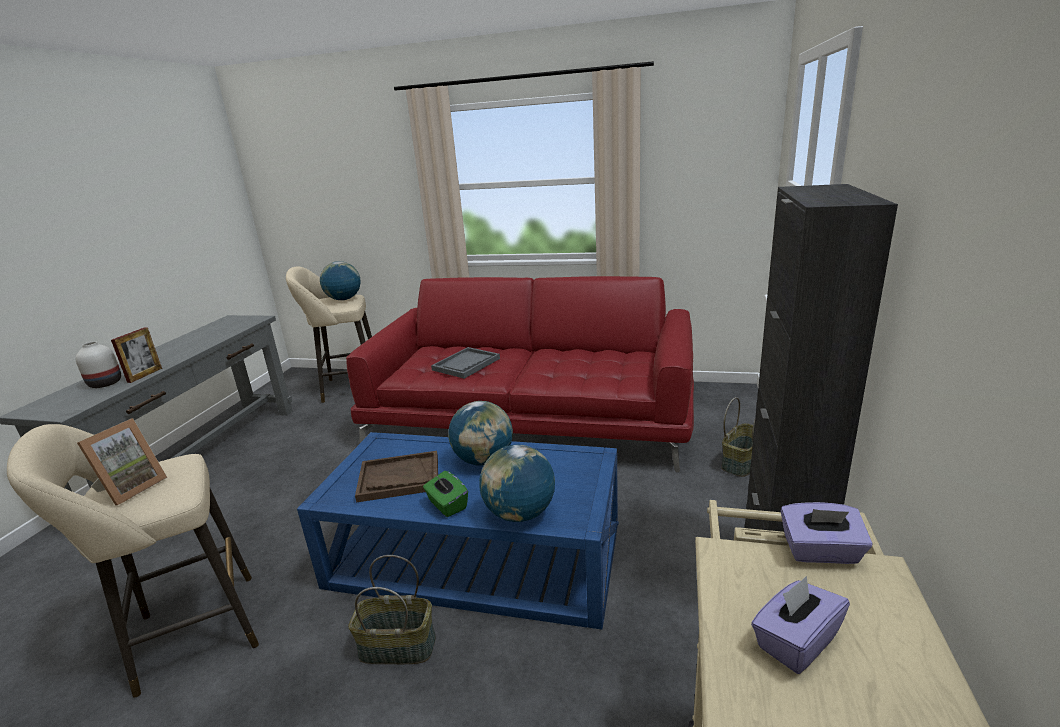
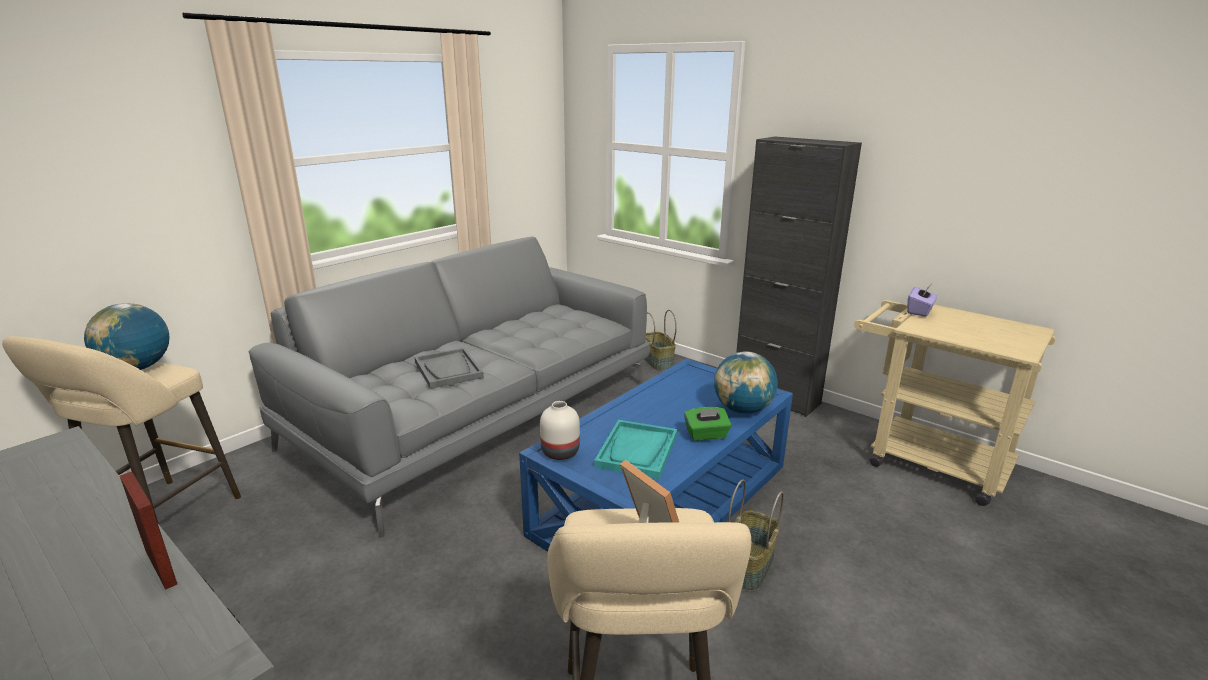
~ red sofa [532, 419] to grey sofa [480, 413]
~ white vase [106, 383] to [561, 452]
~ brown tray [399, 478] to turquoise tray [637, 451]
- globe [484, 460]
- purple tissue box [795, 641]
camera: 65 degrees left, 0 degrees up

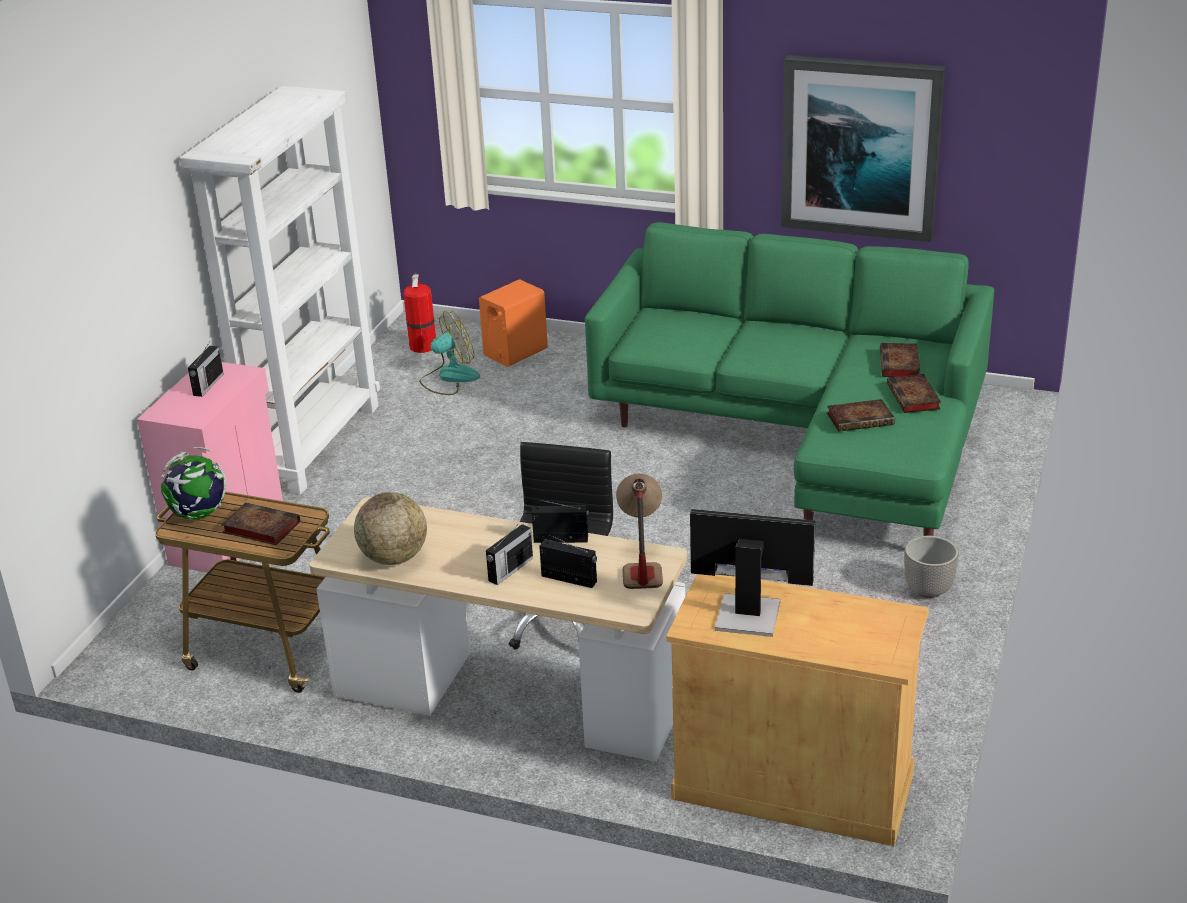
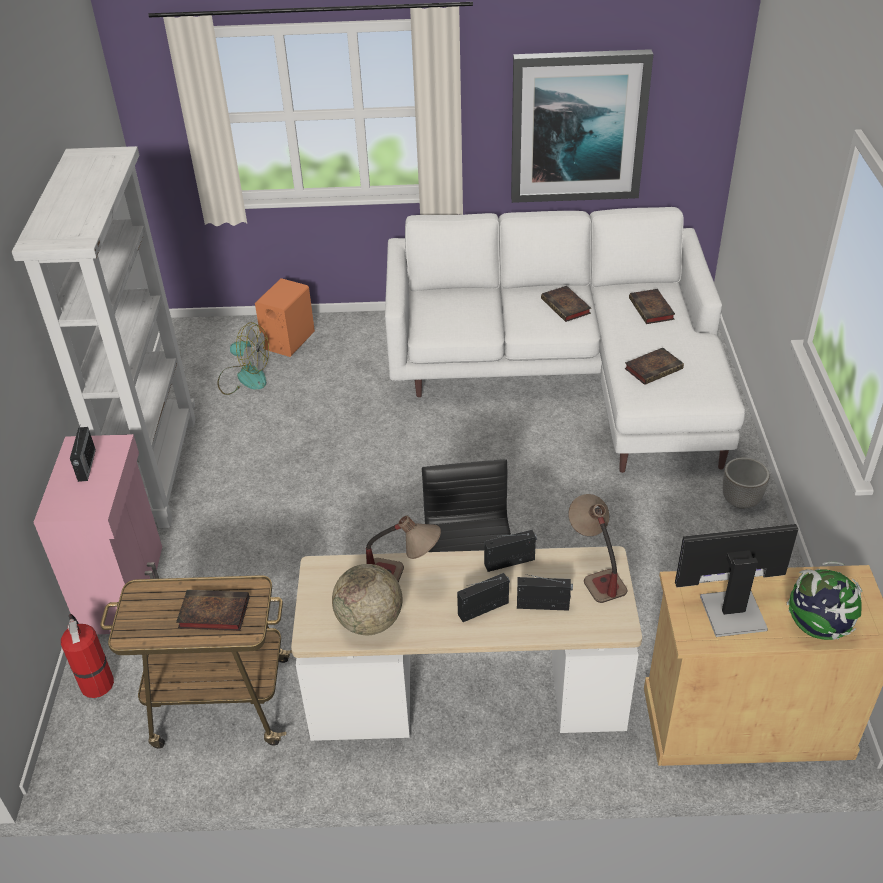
~ fire extinguisher [423, 345] to [96, 682]
~ fan [449, 378] = [244, 377] 60 degrees clockwise
+ table lamp [404, 578]
~ green sofa [806, 436] to white sofa [568, 375]
~ radio [510, 570] = [484, 608] 135 degrees counterclockwise
~ book [914, 398] to [566, 307]
~ globe [199, 514] to [818, 627]
camera: 20 degrees left, 10 degrees up

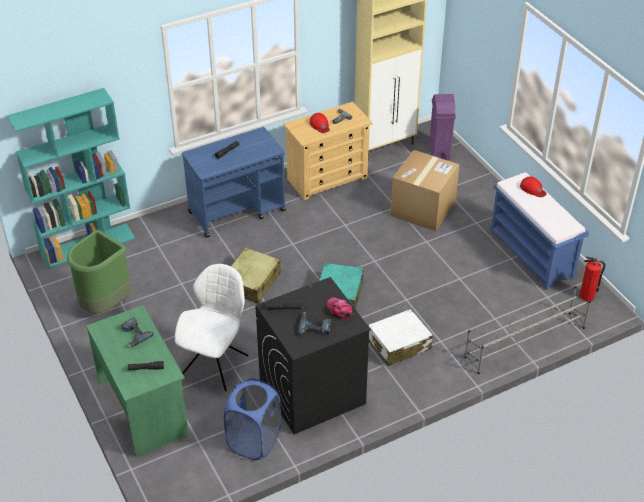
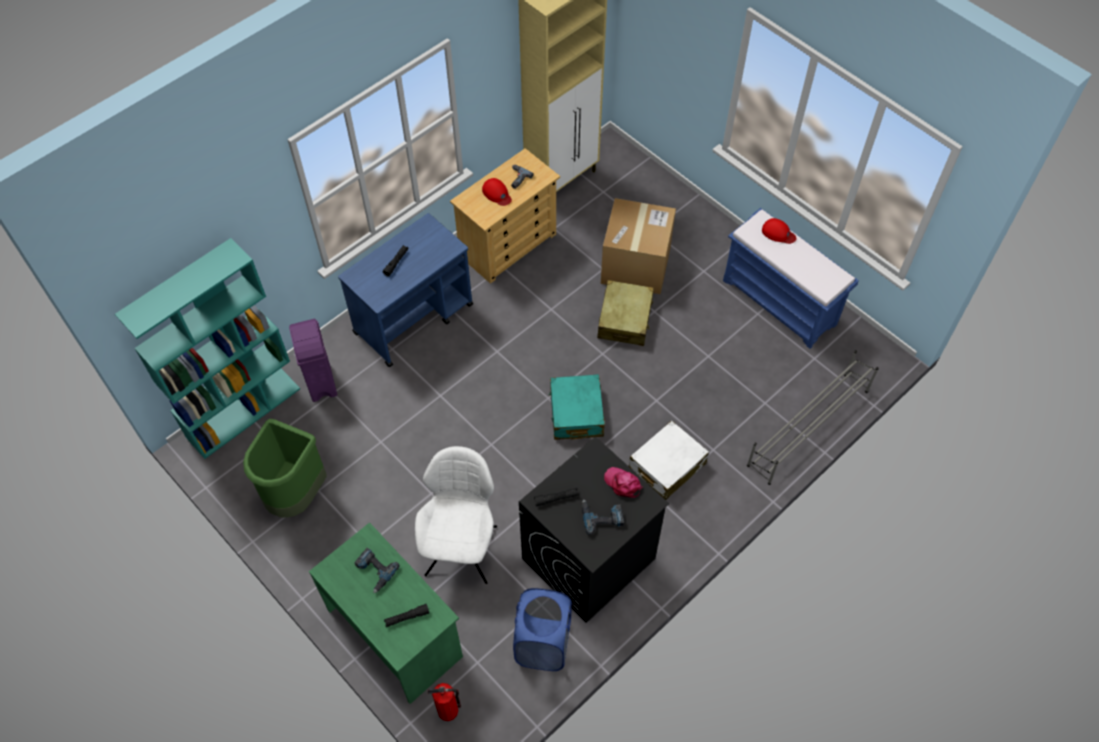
~ purple trash can [439, 151] to [321, 382]
~ fire extinguisher [587, 296] to [448, 710]
~ beige suitcase [252, 282] to [625, 319]
camera: 15 degrees left, 15 degrees up

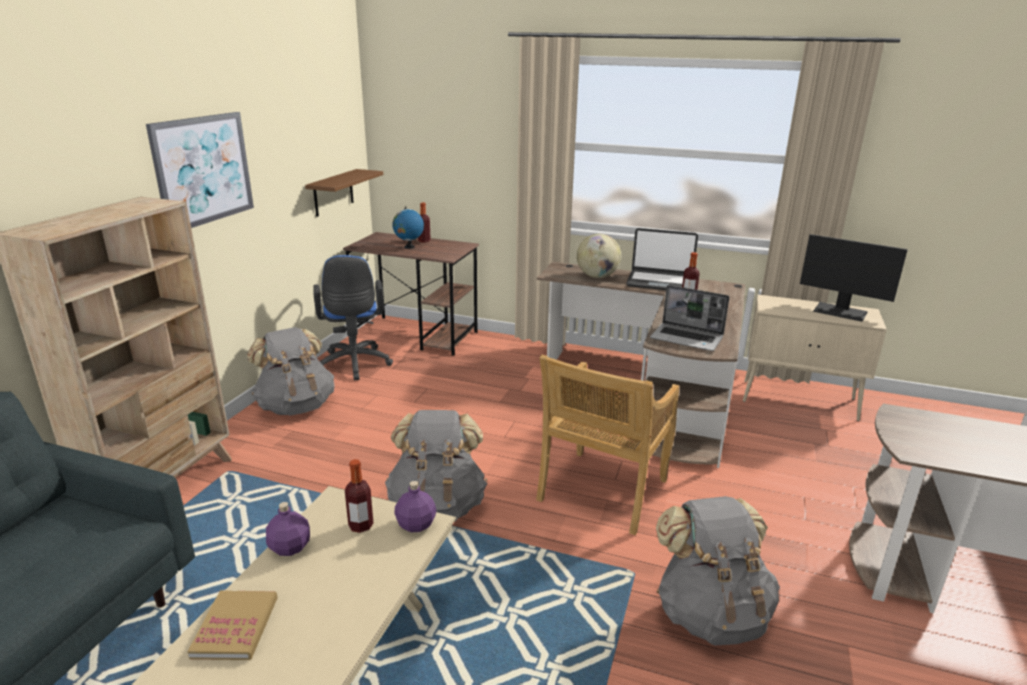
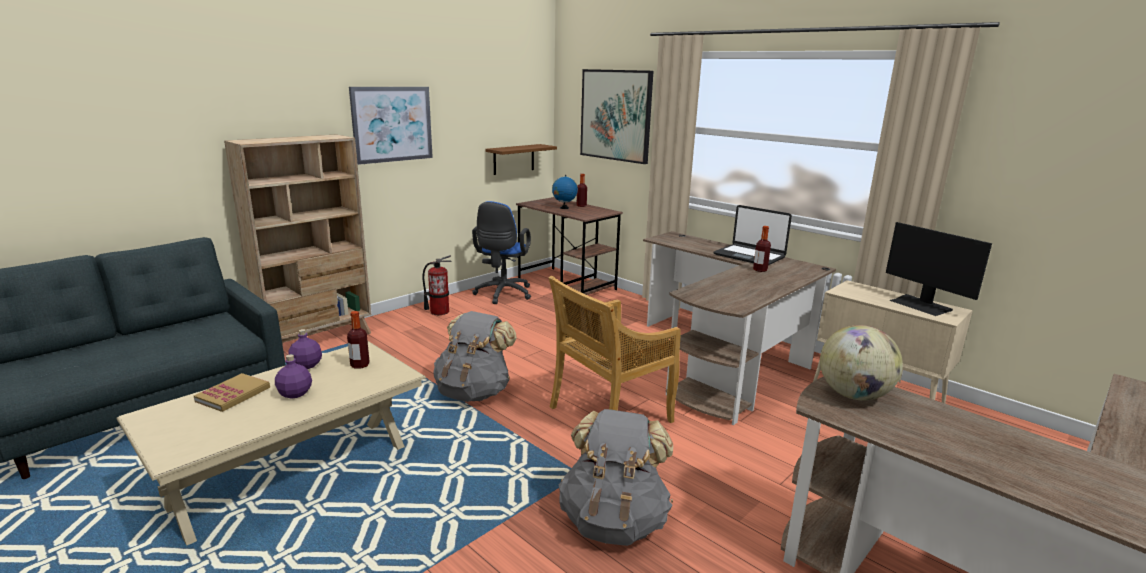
~ purple bottle [415, 525] to [294, 393]
~ grey backpack [296, 406] to fire extinguisher [439, 311]
+ picture [616, 115]
~ globe [597, 276] to [854, 395]
- laptop [687, 338]
camera: 25 degrees right, 5 degrees down

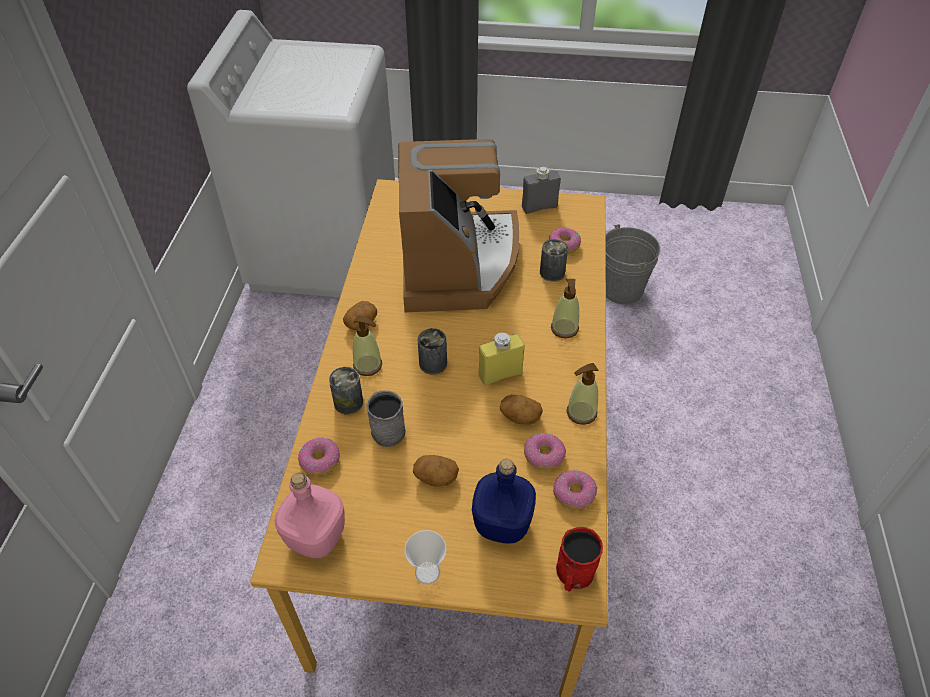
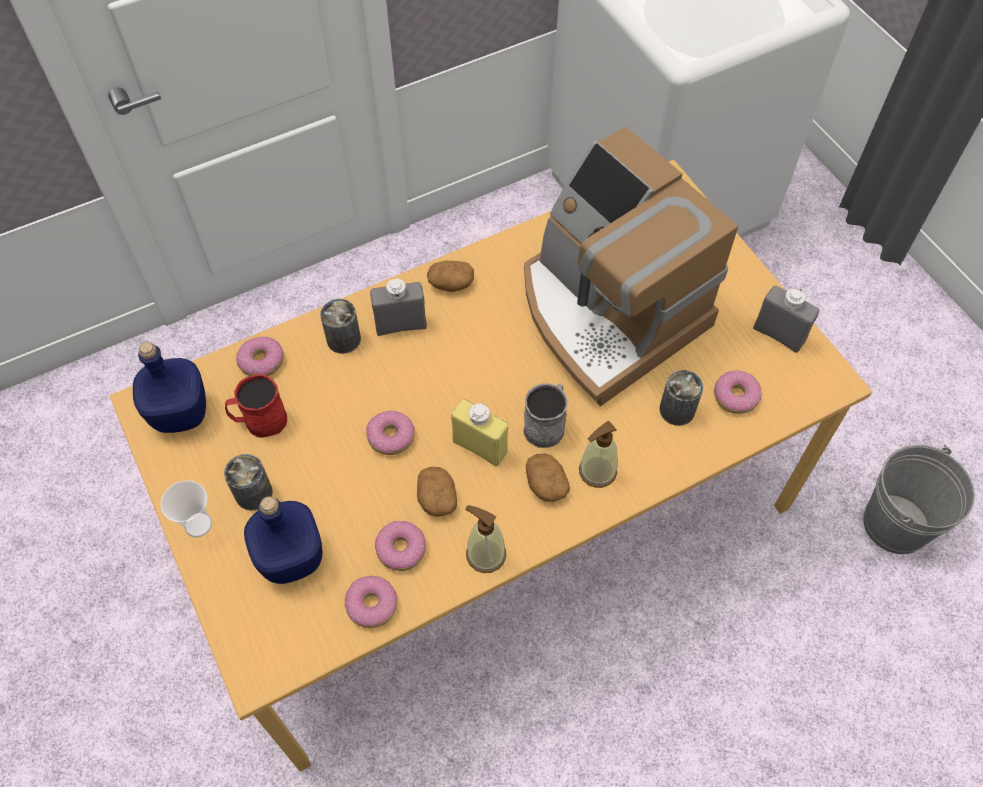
~ pink bottle [316, 536] to blue bottle [182, 413]
~ can [433, 363] to [253, 493]
~ red mug [573, 575] to [260, 421]
+ donut [391, 437]
~ soap dispenser [368, 365] to grey bottle [401, 325]
~ coffee machine [458, 264] = [607, 313] 90 degrees clockwise
~ grey mug [386, 428] to [546, 424]
~ potato [435, 477] to [545, 484]
camera: 55 degrees right, 10 degrees up

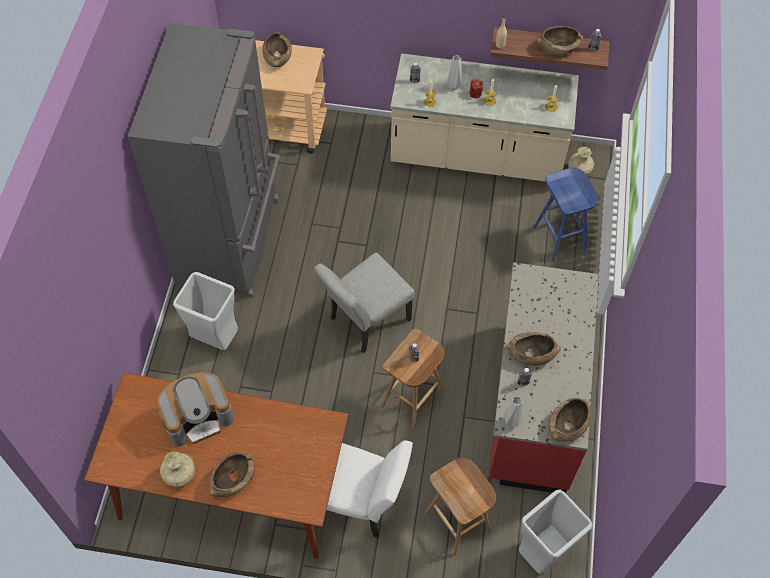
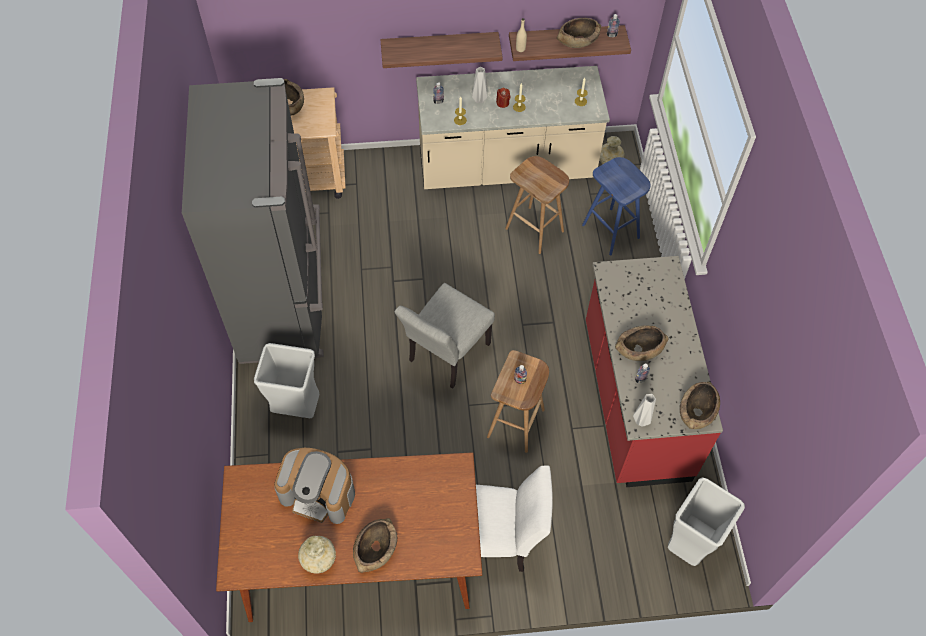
~ coffee machine [198, 417] = [319, 493] 60 degrees clockwise
+ shelf [439, 46]
~ brown stool [458, 522] to [535, 230]
camera: 15 degrees left, 0 degrees up

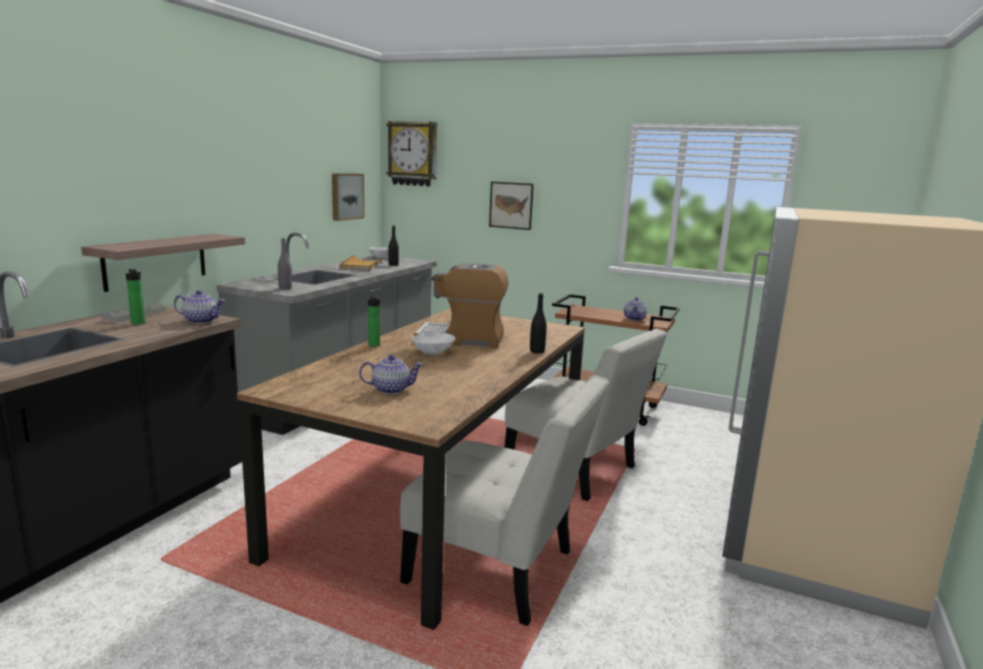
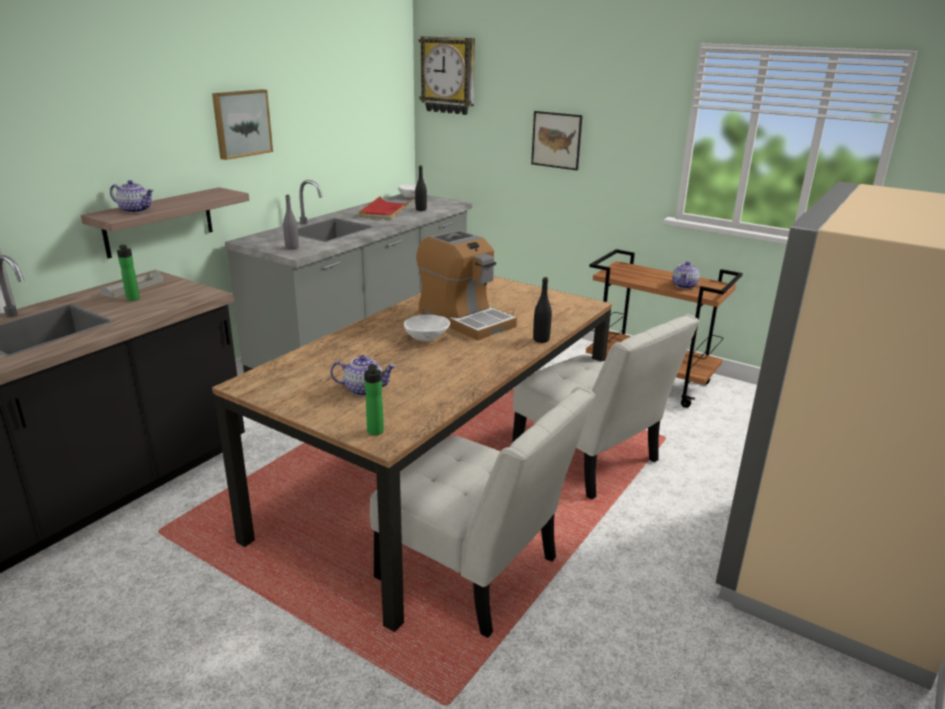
~ teapot [201, 321] to [135, 210]
~ picture [346, 196] to [241, 123]
~ beige tray [362, 265] to red tray [386, 210]
~ bottle [374, 345] to [375, 433]
~ coffee machine [462, 339] = [464, 319] 150 degrees counterclockwise
camera: 10 degrees right, 10 degrees up

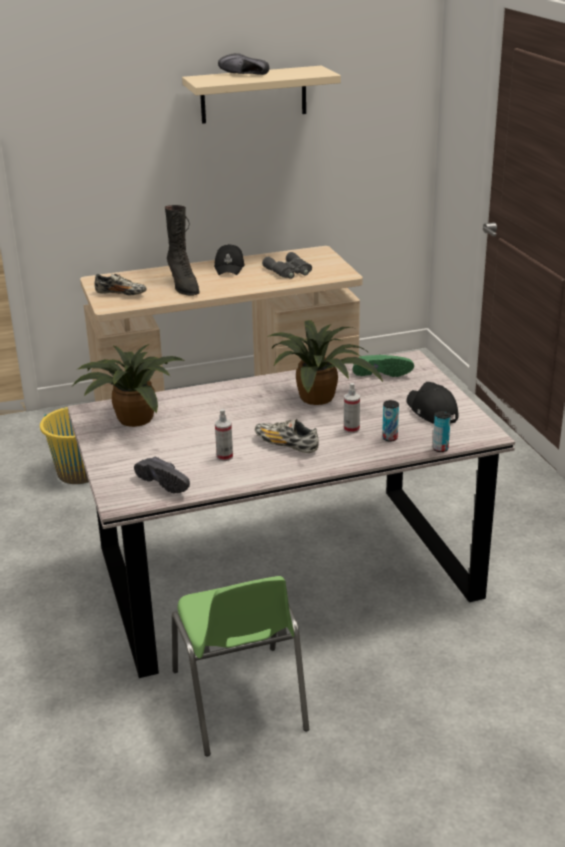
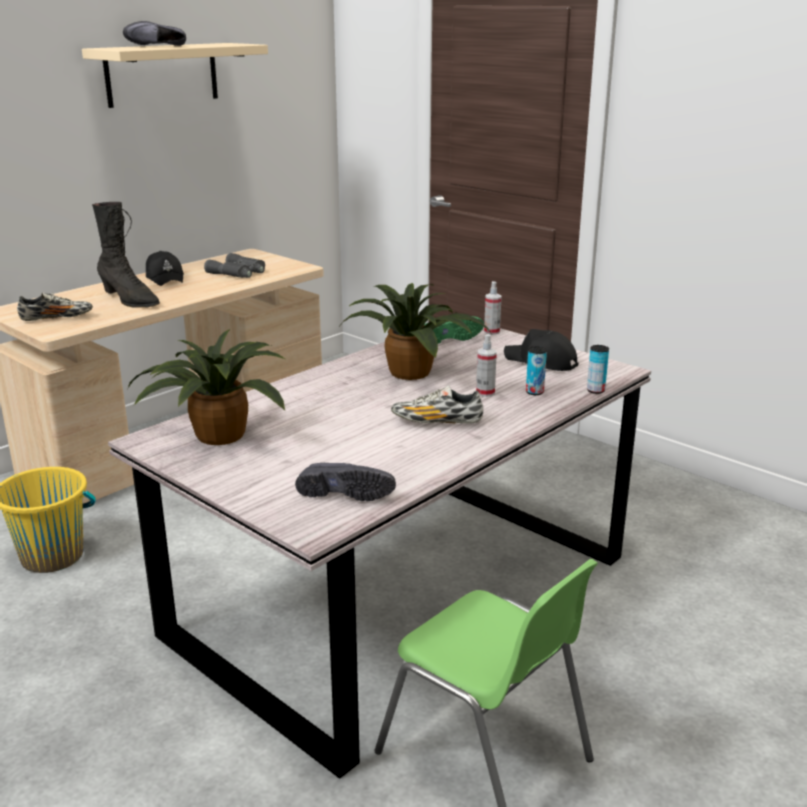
~ spray bottle [224, 456] to [492, 332]
camera: 30 degrees left, 5 degrees down

